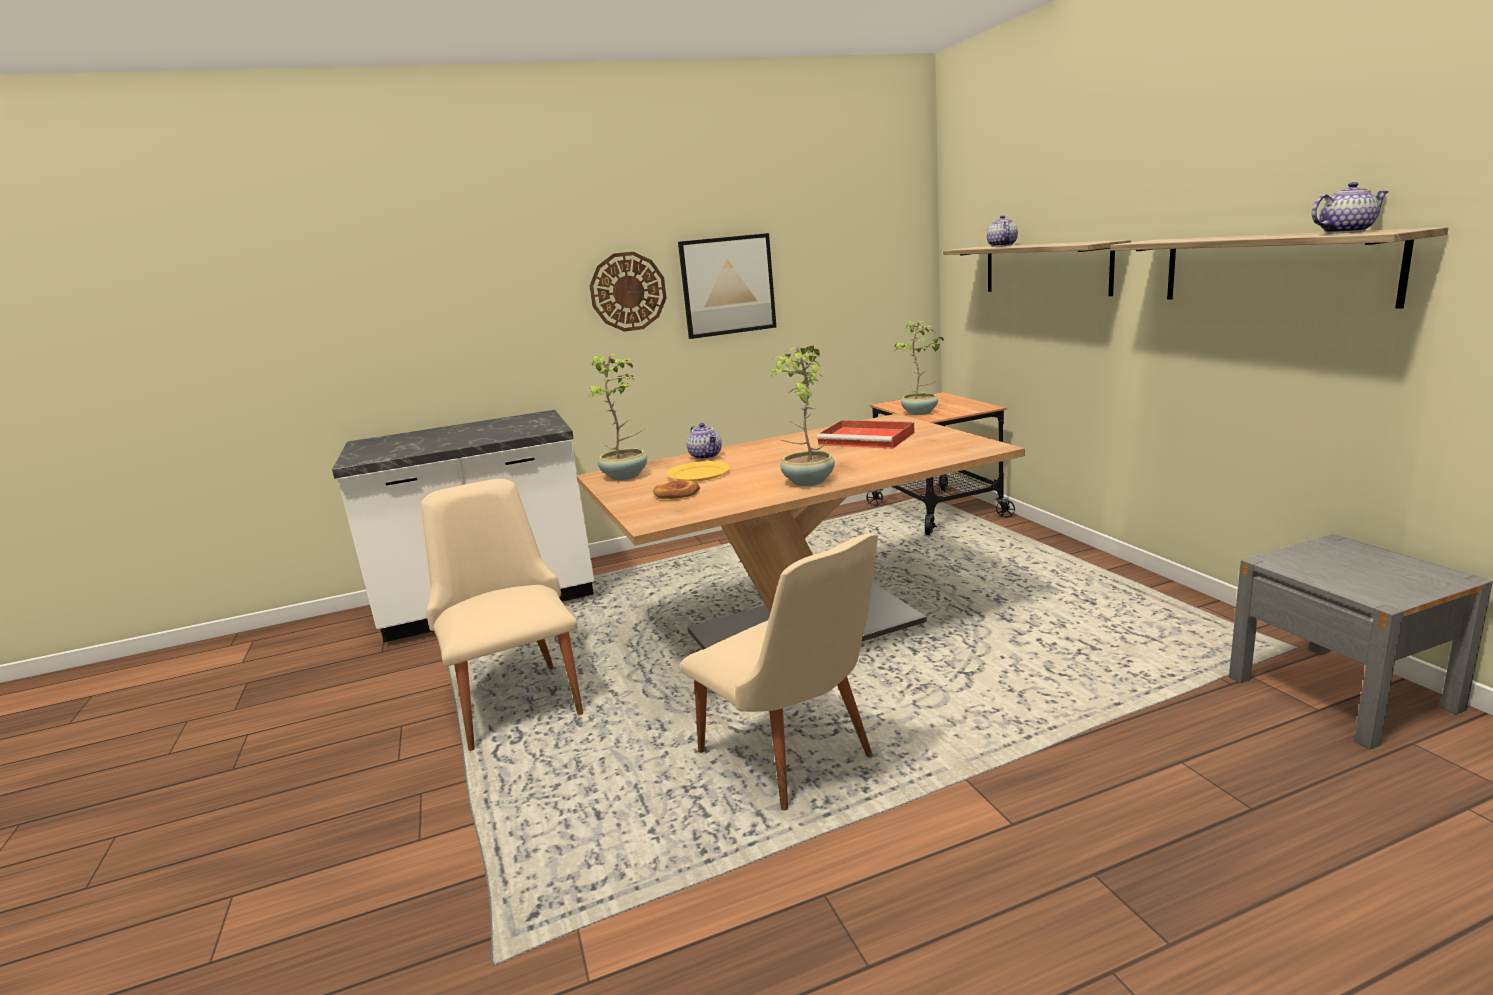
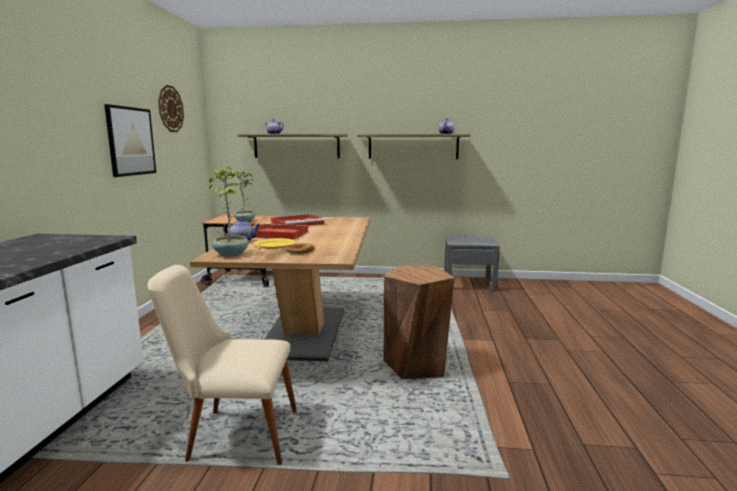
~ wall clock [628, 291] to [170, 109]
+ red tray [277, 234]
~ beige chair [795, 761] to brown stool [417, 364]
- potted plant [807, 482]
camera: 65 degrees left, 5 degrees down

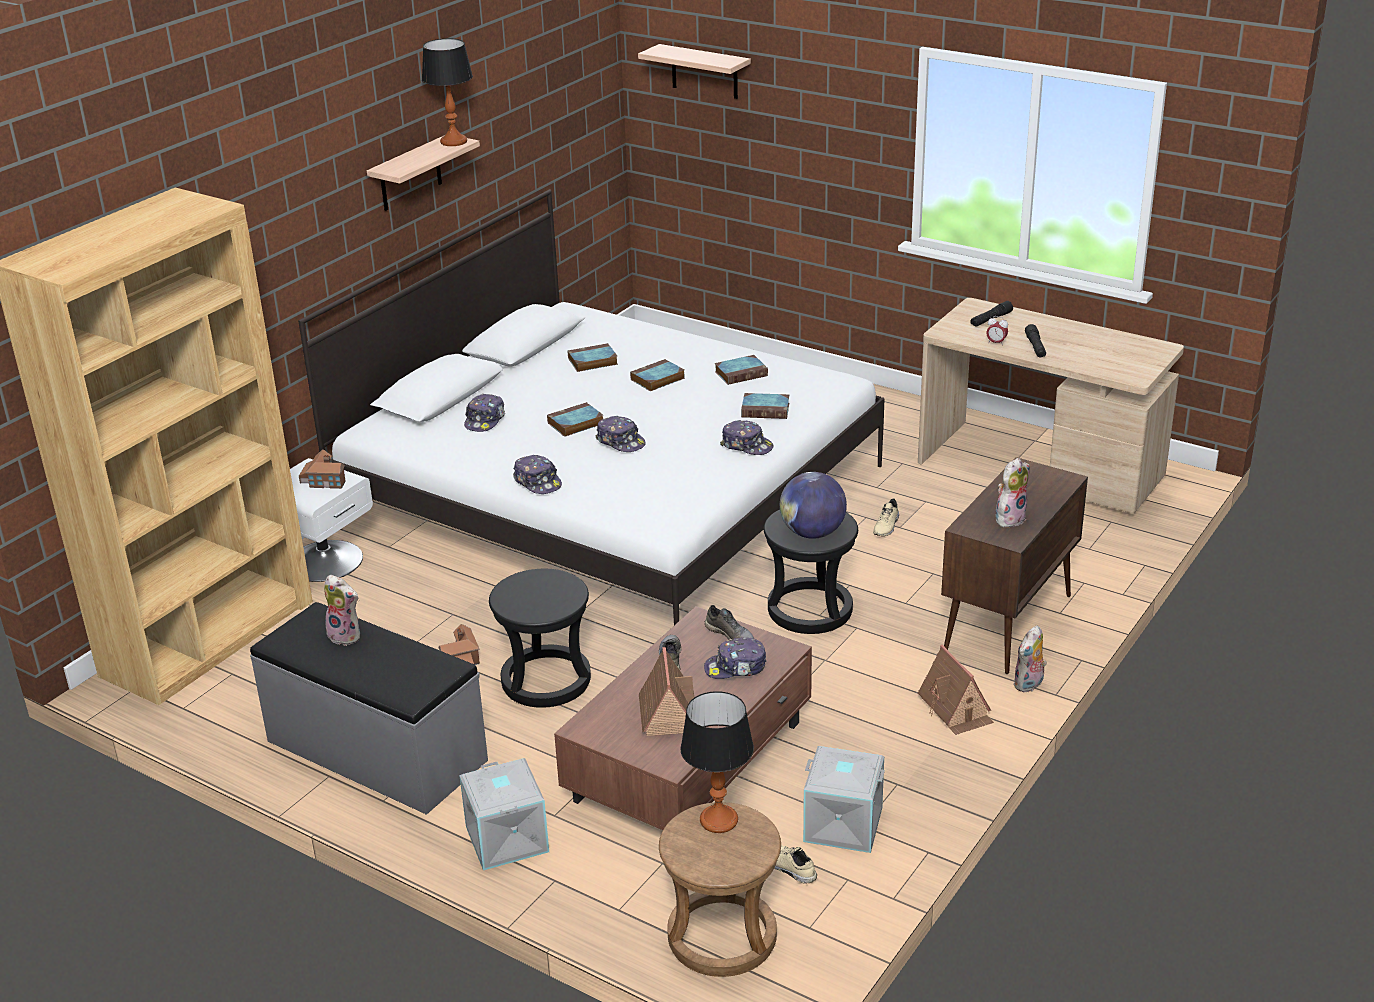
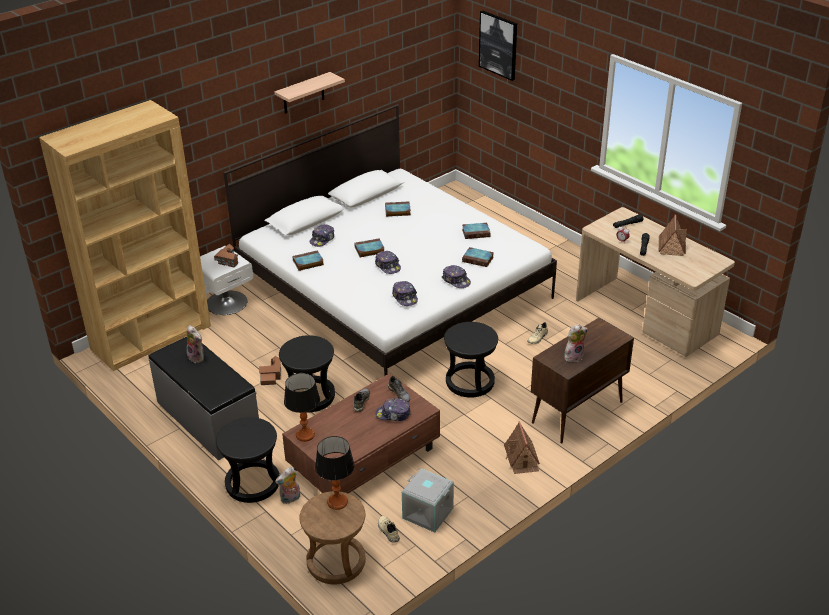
~ grey storage box [509, 839] to black stool [253, 483]
~ plush toy [1029, 685] to [290, 499]
~ table lamp [454, 142] to [305, 435]
~ book [657, 379] to [307, 263]
~ cap [538, 482] to [405, 297]
~ shelf [704, 71] to picture [498, 45]
~ toy house [668, 713] to [671, 246]
- globe [812, 533]
camera: 15 degrees right, 5 degrees up

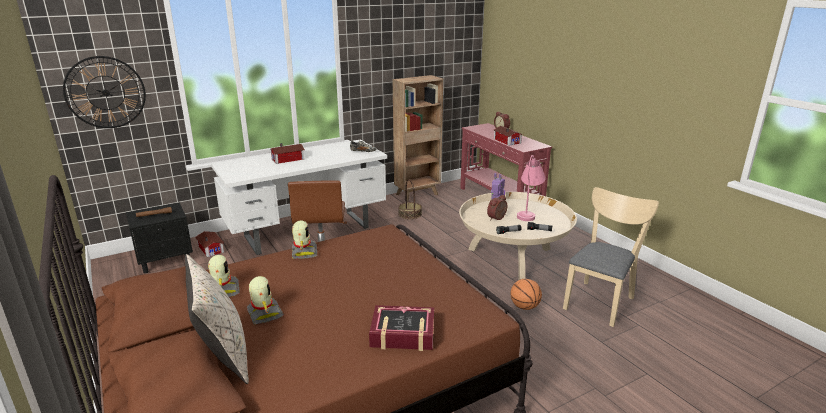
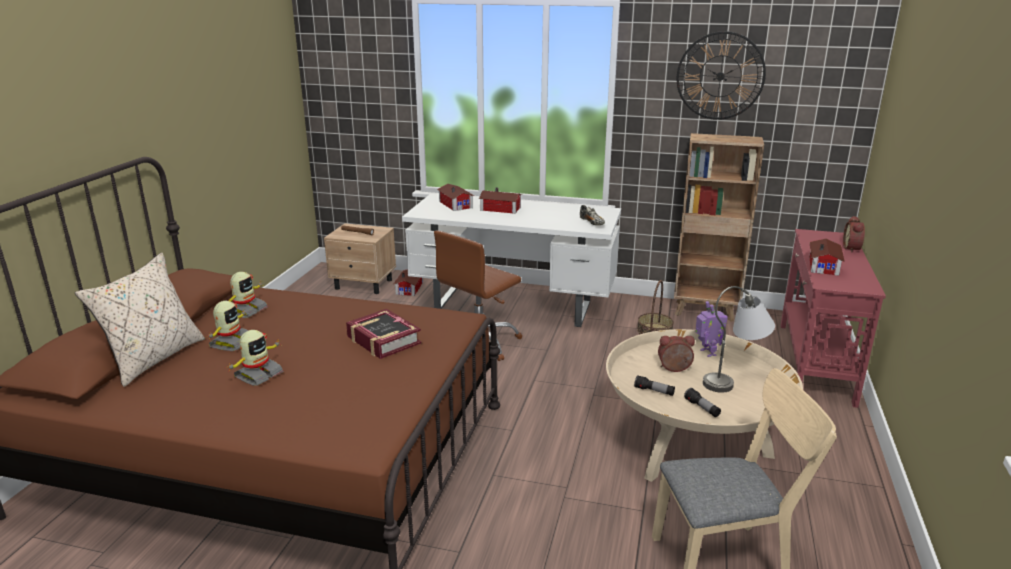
~ toy robot [303, 252] to [258, 375]
~ black nightstand [166, 260] to beige nightstand [364, 284]
~ book [402, 334] to [383, 340]
+ toy house [456, 204]
~ wall clock [105, 92] to [720, 76]
~ pink table lamp [528, 212] to grey table lamp [735, 380]
- basketball [524, 307]
camera: 45 degrees right, 0 degrees up

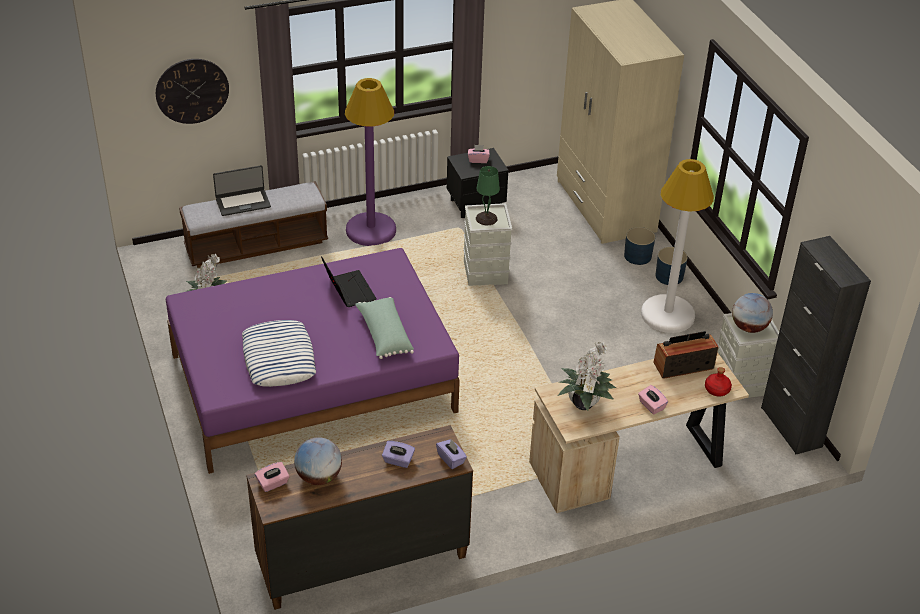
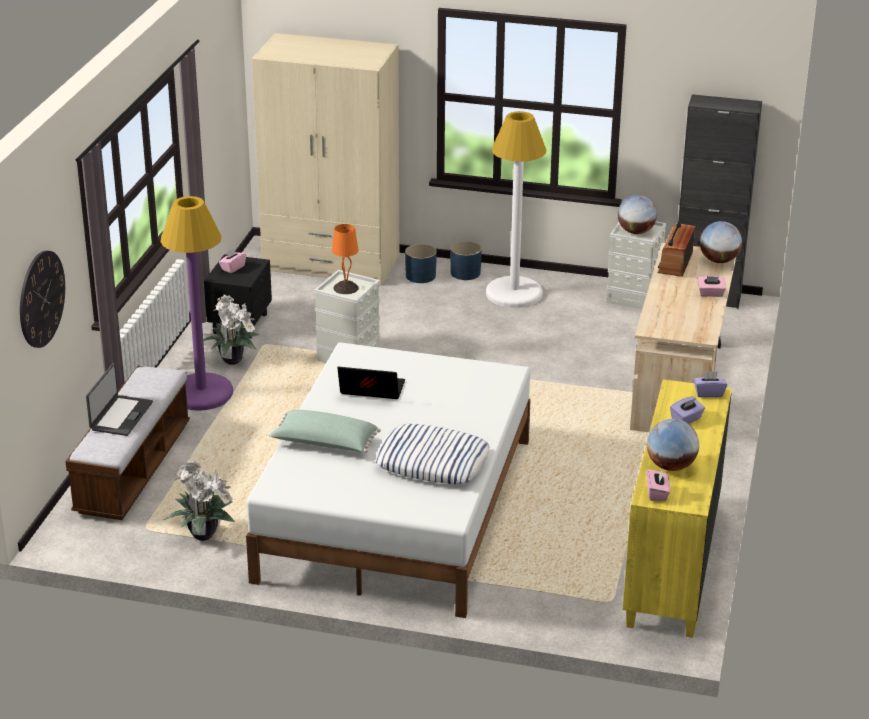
~ potted plant [584, 403] to [232, 360]
~ purple bed [312, 382] to white bed [396, 508]
~ green pillow [384, 335] to [324, 443]
~ green table lamp [487, 219] to orange table lamp [346, 288]
~ brown dresser [362, 560] to yellow dresser [672, 564]
~ red bottle [717, 390] to globe [719, 260]
camera: 55 degrees left, 10 degrees down

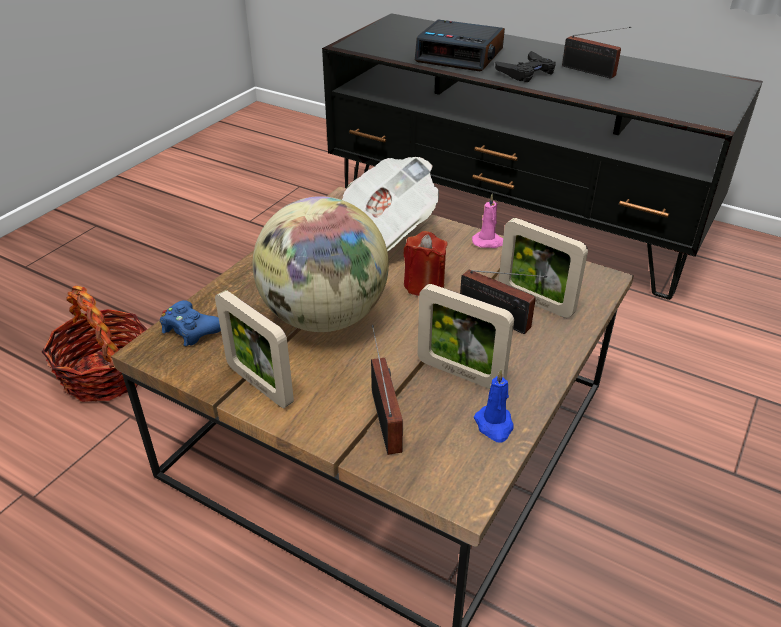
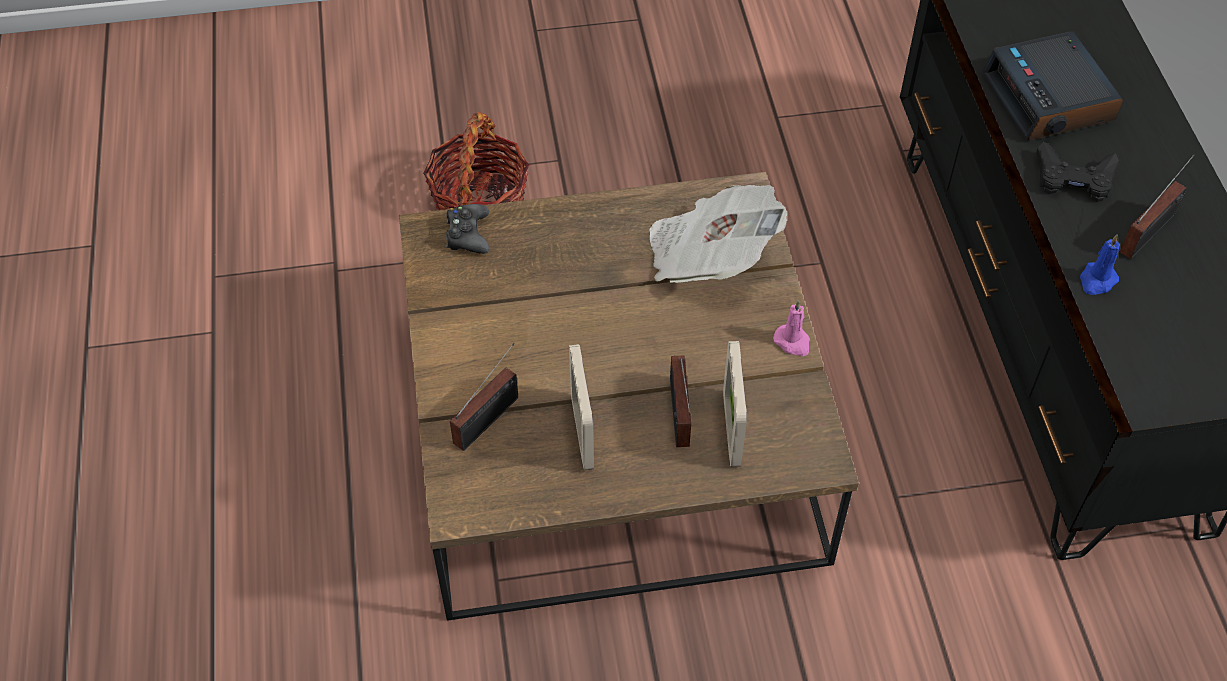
~ blue game controller [191, 329] to black game controller [468, 234]
~ blue candle [494, 425] to [1097, 280]
~ radio [591, 72] = [1150, 231] 135 degrees counterclockwise
- picture frame [259, 385]
- globe [324, 317]
- red candle [424, 285]
camera: 50 degrees right, 15 degrees up

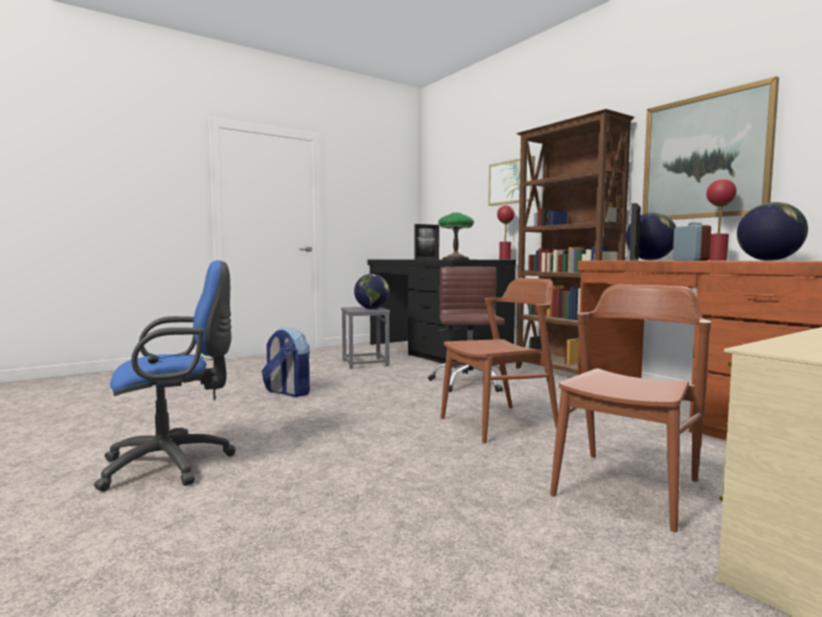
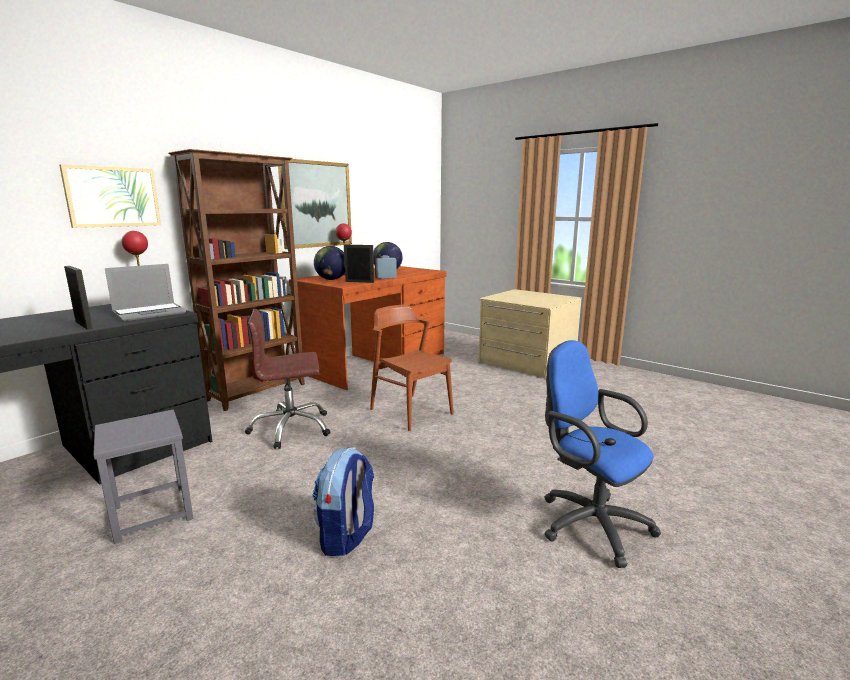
~ table lamp [456, 259] to laptop [150, 313]
- globe [371, 308]
- brown chair [627, 487]
camera: 105 degrees left, 10 degrees up

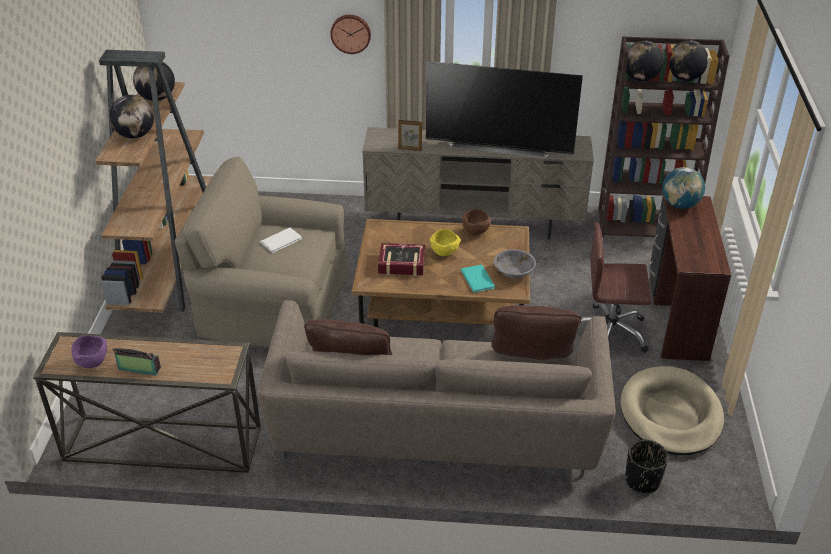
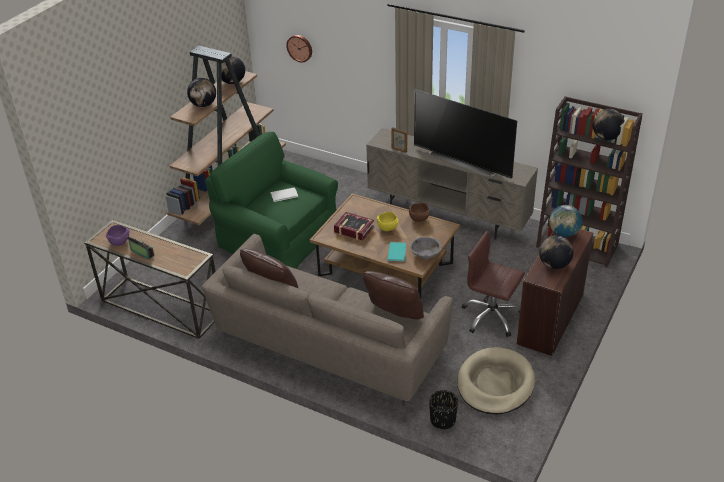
~ beige armchair [273, 303] to green armchair [278, 237]
~ wall clock [351, 33] to [300, 48]
~ globe [640, 79] to [554, 265]
camera: 25 degrees right, 0 degrees up

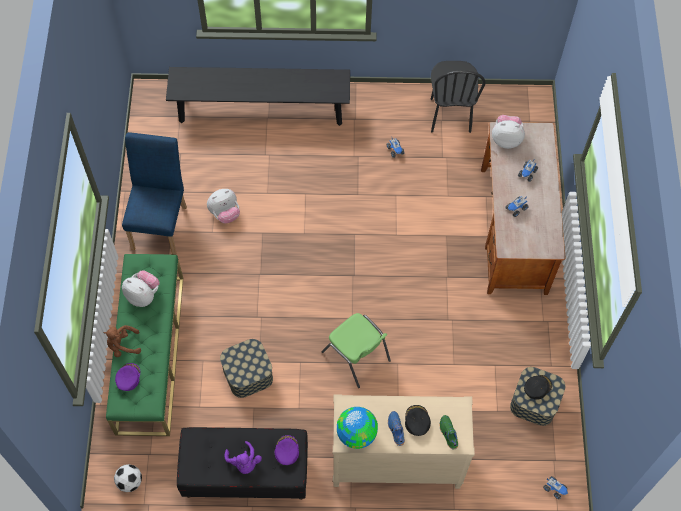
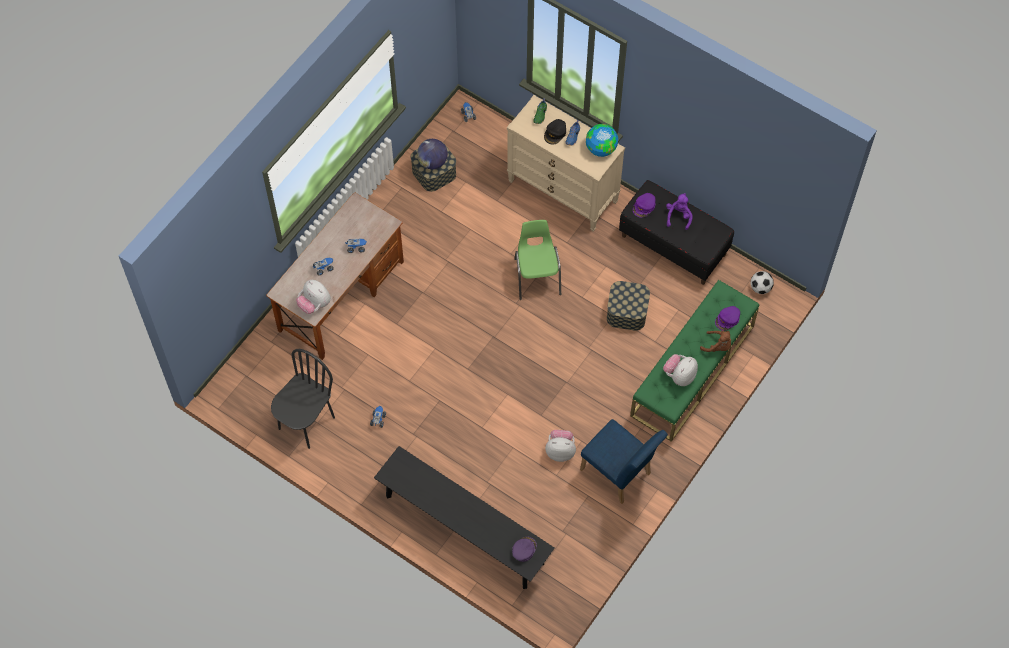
~ black cap [537, 387] to globe [432, 162]
+ purple cap [524, 549]
~ blue chair [161, 223] = [619, 475] 90 degrees counterclockwise
~ plush toy [143, 295] = [679, 376] 60 degrees clockwise
camera: 145 degrees left, 0 degrees up

